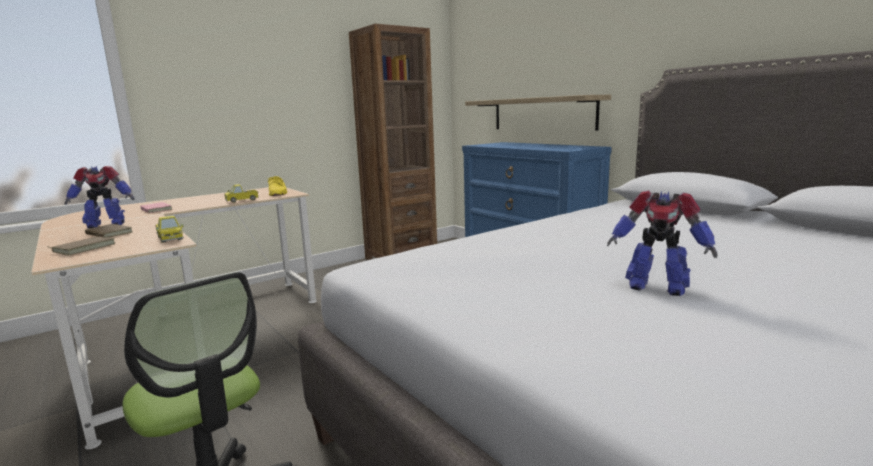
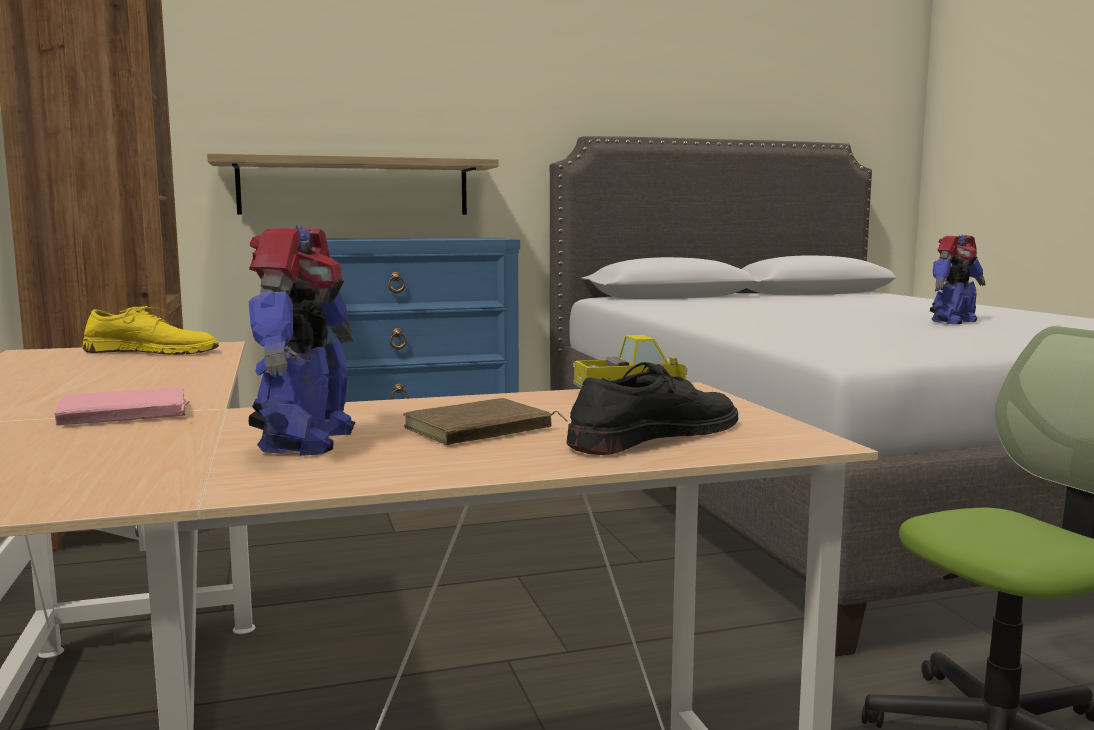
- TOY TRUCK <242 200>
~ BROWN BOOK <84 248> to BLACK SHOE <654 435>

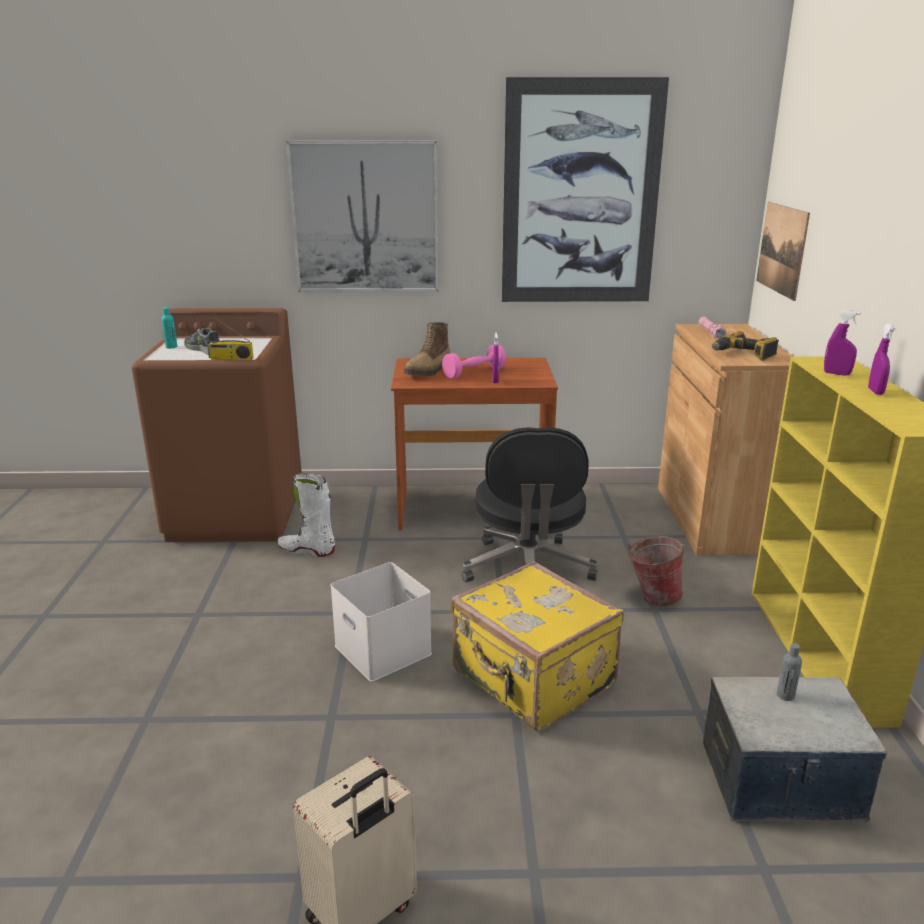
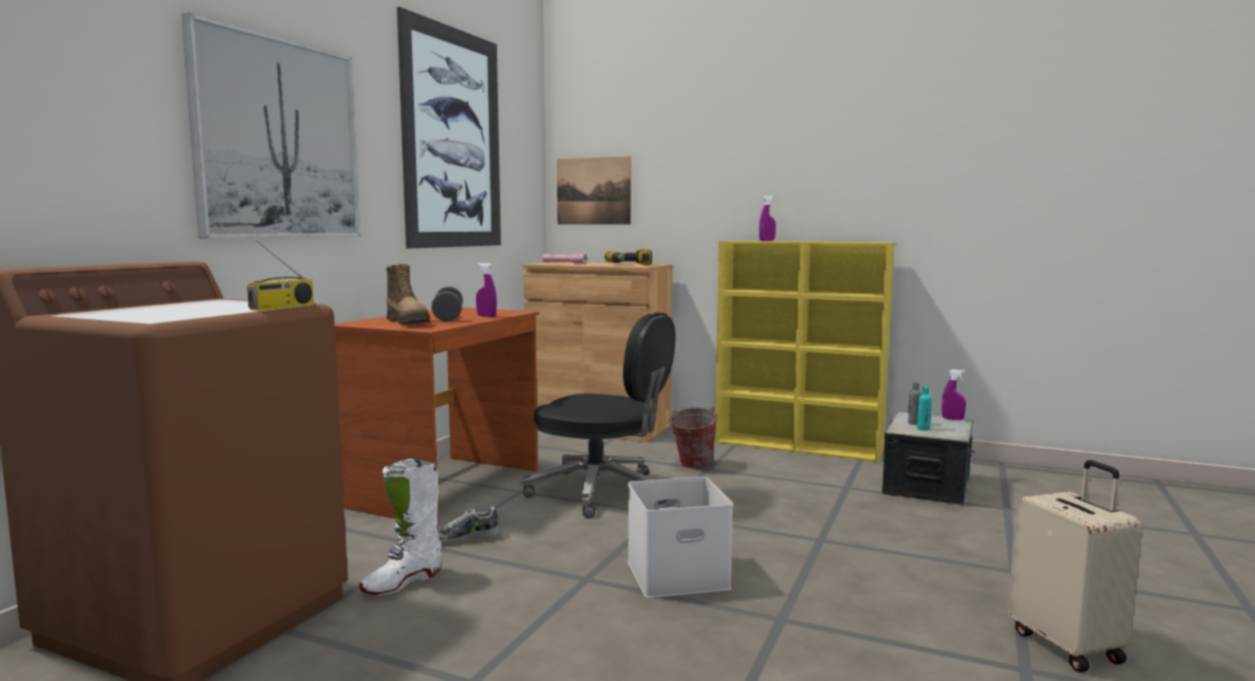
~ TURQUOISE BOTTLE <171 347> to <923 429>
~ PURPLE SPRAY BOTTLE <875 392> to <952 419>
~ SHOE <204 349> to <463 539>
~ PINK DUMBBELL <474 373> to GREY DUMBBELL <448 317>
- YELLOW SUITCASE <532 680>

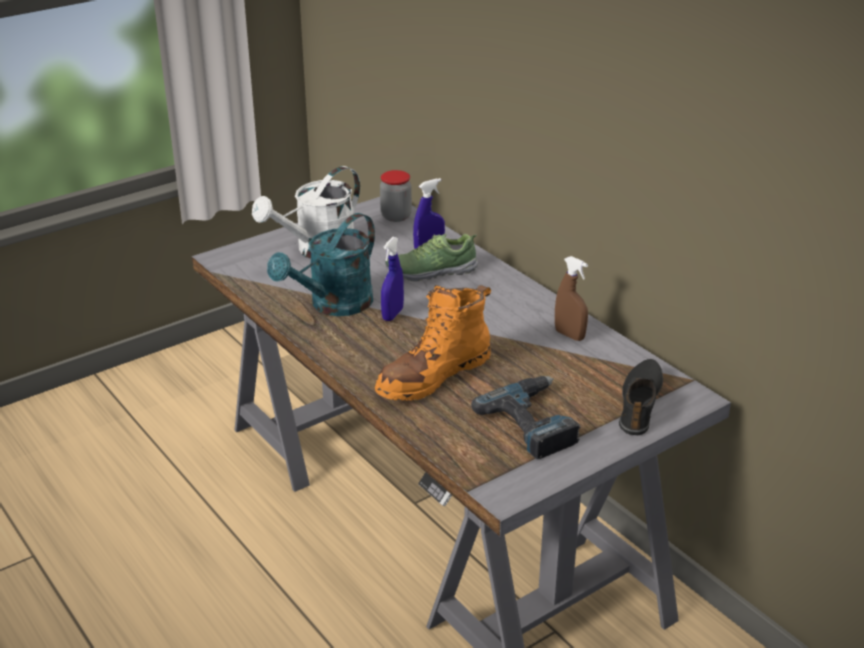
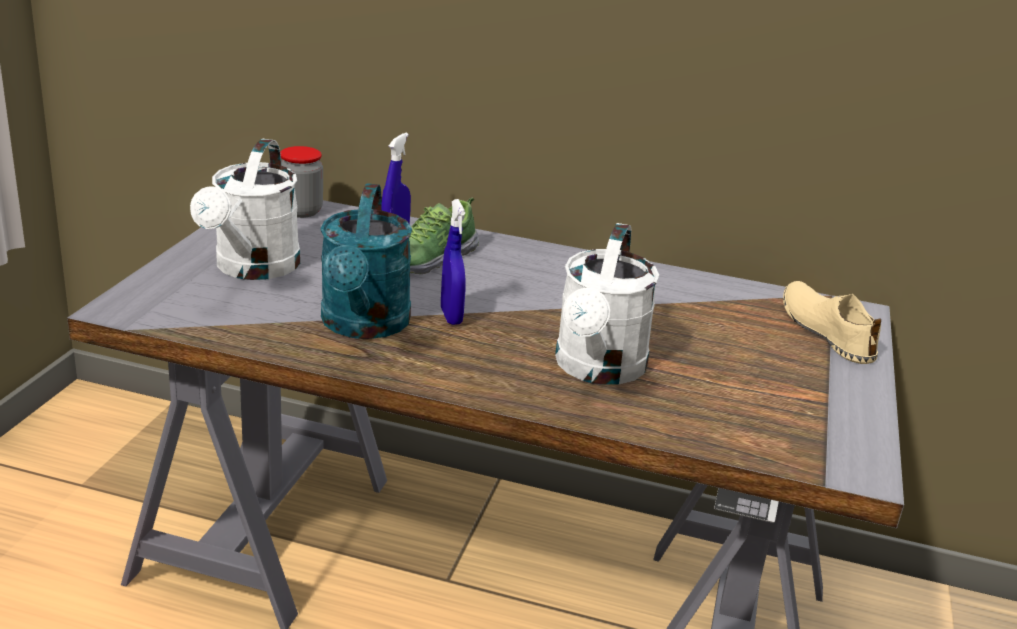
- BROWN SPRAY BOTTLE <569 335>
~ ORANGE BOOT <433 376> to WHITE WATERING CAN <597 370>
~ BLACK SHOE <641 403> to BEIGE SHOE <826 330>
- POWER DRILL <535 422>

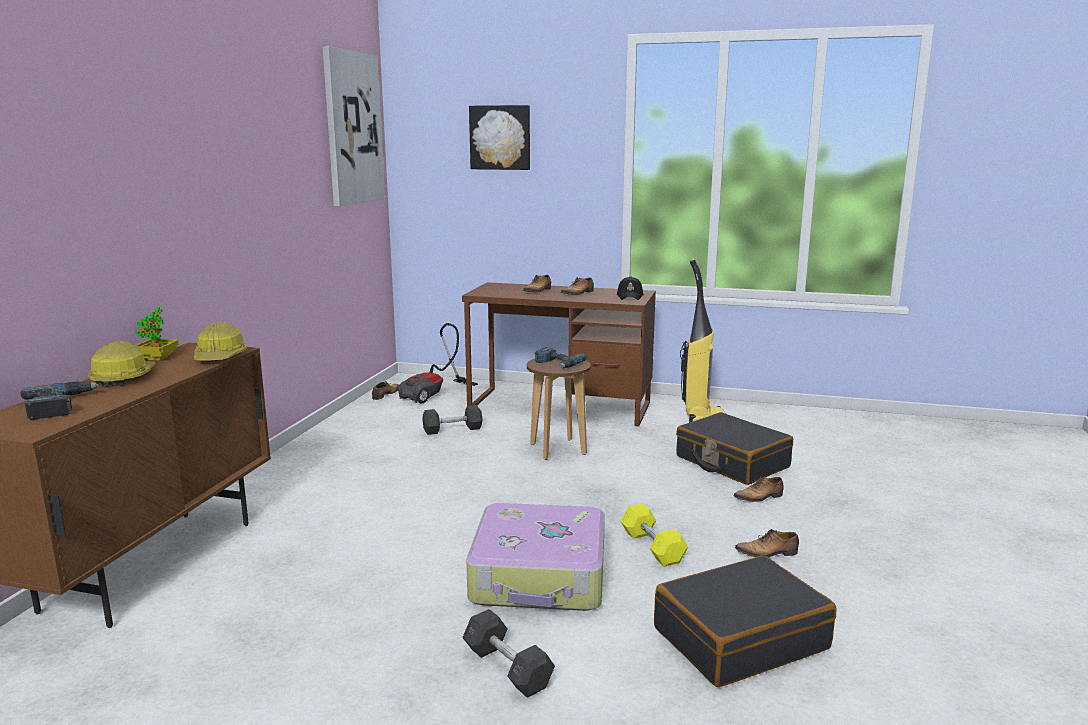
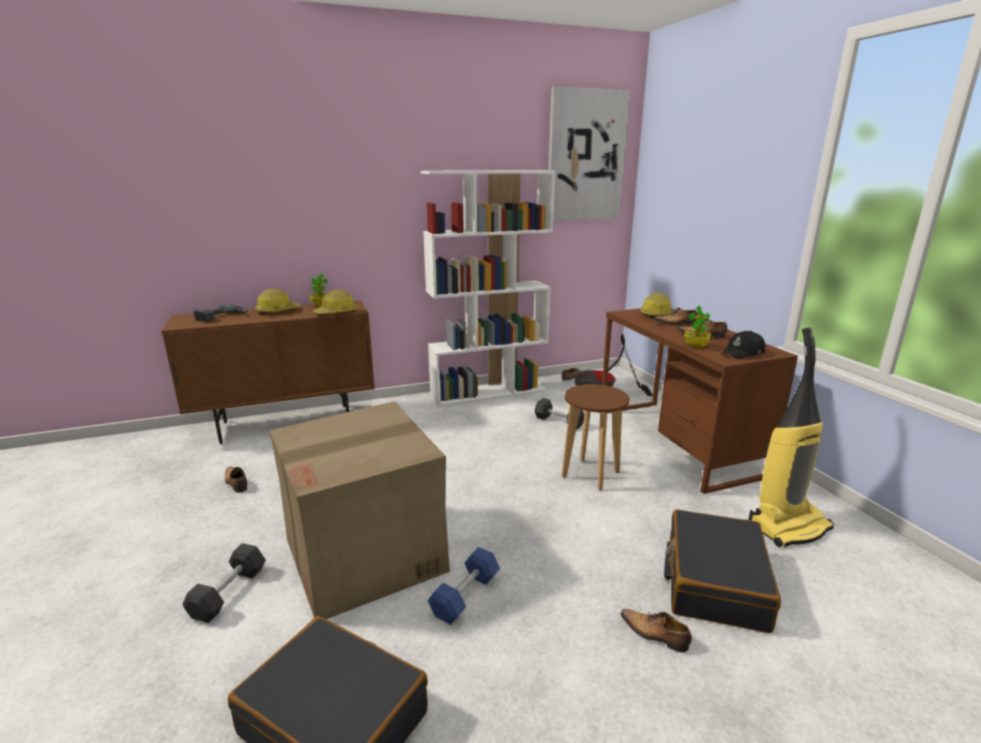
- PICTURE <500 137>
- POWER DRILL <557 364>
~ SUITCASE <540 576> to CARDBOARD BOX <366 554>
~ YELLOW DUMBBELL <652 547> to BLUE DUMBBELL <465 596>
~ SHOE <768 553> to <236 483>
+ WHITE BOOKCASE <489 392>
+ HARD HAT <656 314>
+ POTTED PLANT <696 345>

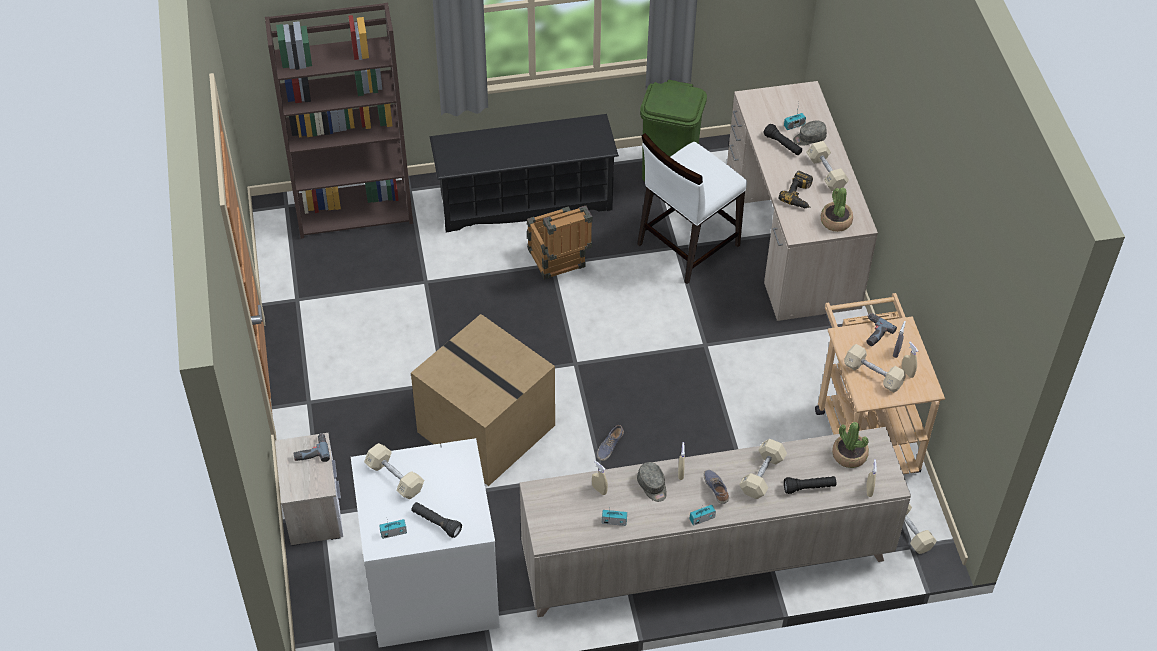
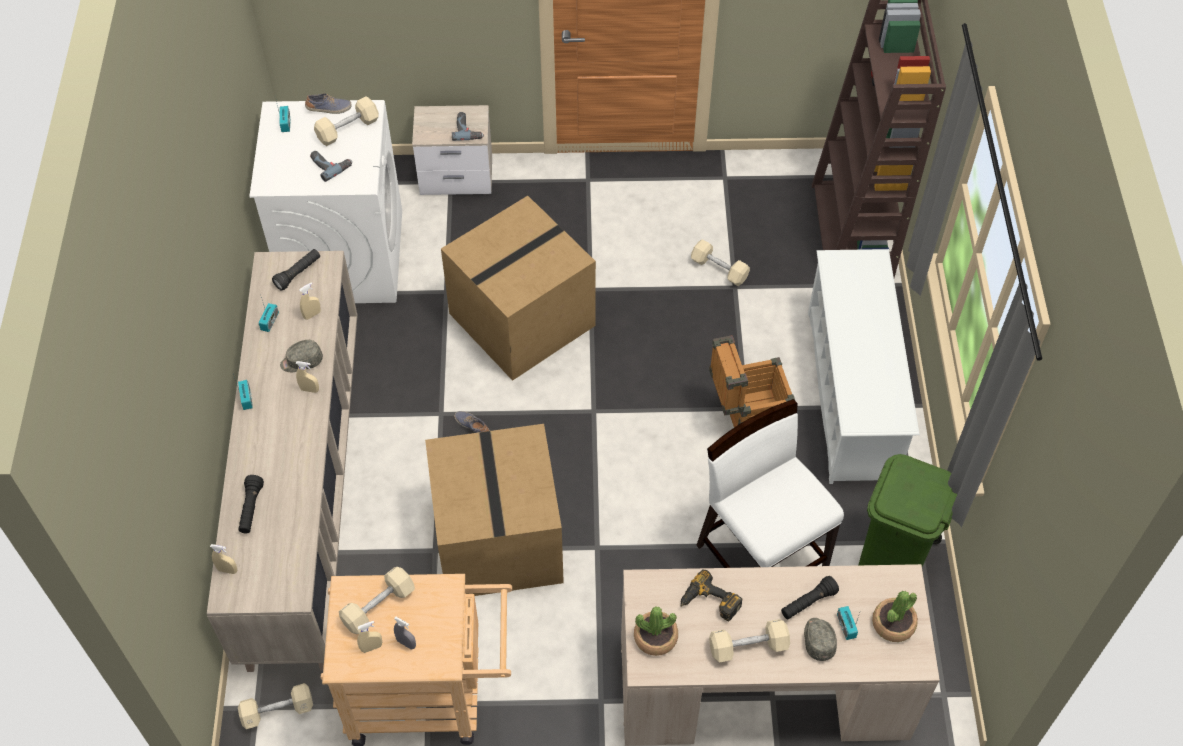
~ BLACK SHOE RACK <525 201> to WHITE SHOE RACK <851 394>
~ POWER DRILL <873 332> to <330 164>
~ POTTED PLANT <849 455> to <893 624>
~ BEIGE DUMBBELL <762 475> to <719 269>
~ SHOE <716 489> to <329 109>
~ BLACK FLASHLIGHT <436 523> to <298 273>
+ CARDBOARD BOX <496 538>

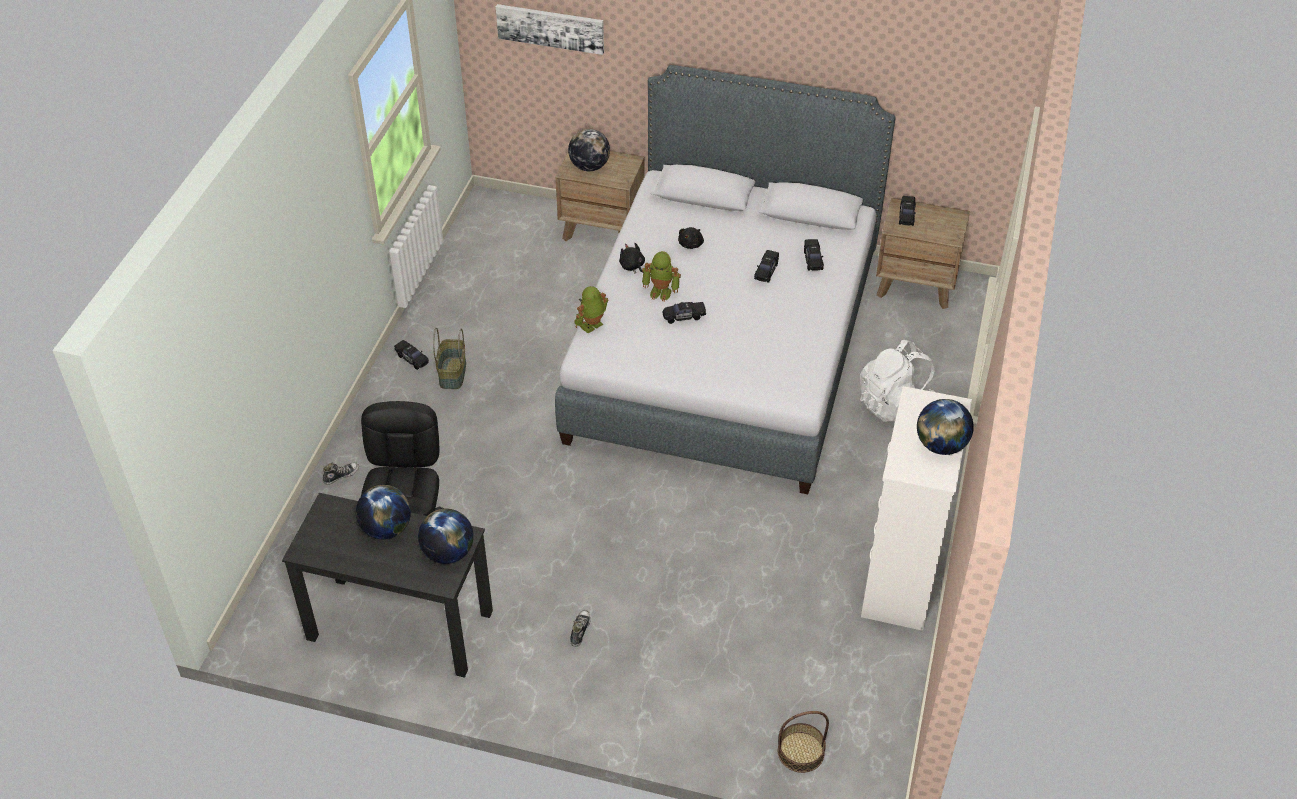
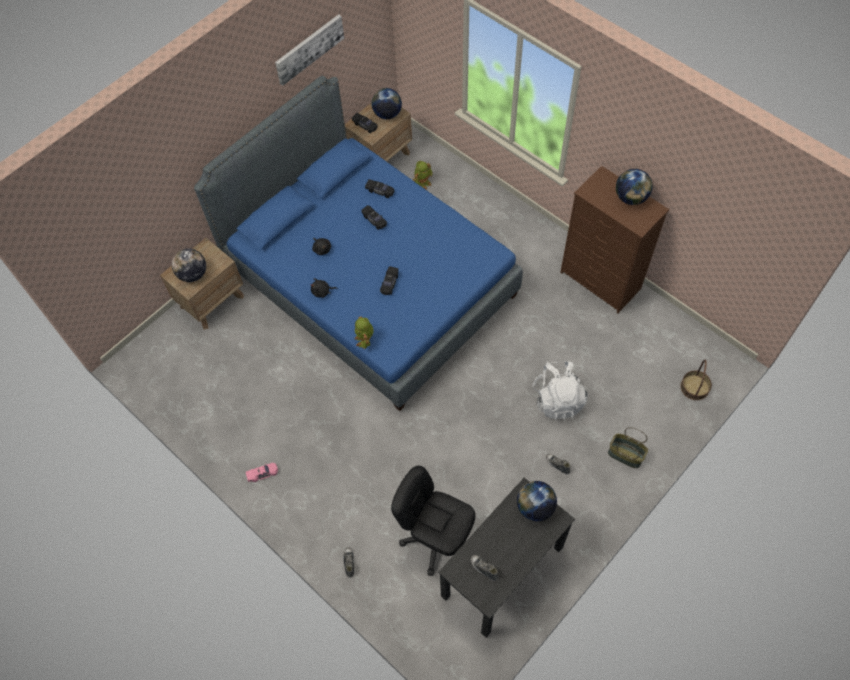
~ PICTURE <550 28> to <309 48>
~ GREY BED <724 347> to BLUE BED <370 282>
~ TOY ROBOT <661 292> to <422 183>
~ BASKET <452 373> to <625 455>
~ BLACK TOY CAR <412 359> to PINK TOY CAR <262 473>
~ WHITE BACKPACK <894 403> to <558 399>
~ WHITE DRESSER <899 579> to BROWN DRESSER <600 281>
~ GLOBE <386 529> to <387 114>
+ SHOE <484 569>

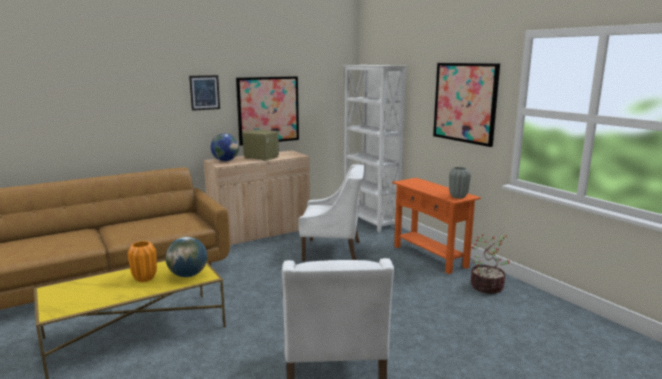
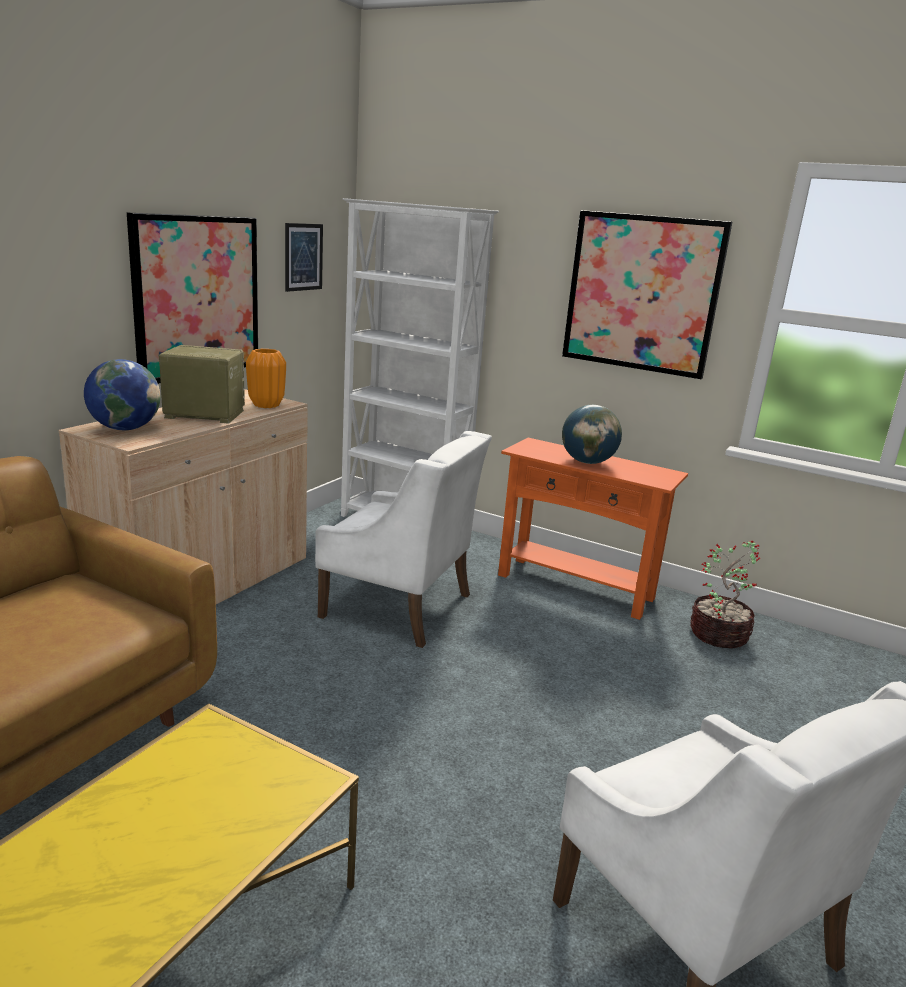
~ PICTURE <204 92> to <303 257>
~ WHITE ARMCHAIR <333 251> = <398 606> 45 degrees clockwise
- GREY VASE <458 196>
~ GLOBE <188 275> to <587 462>
~ ORANGE VASE <145 278> to <266 405>

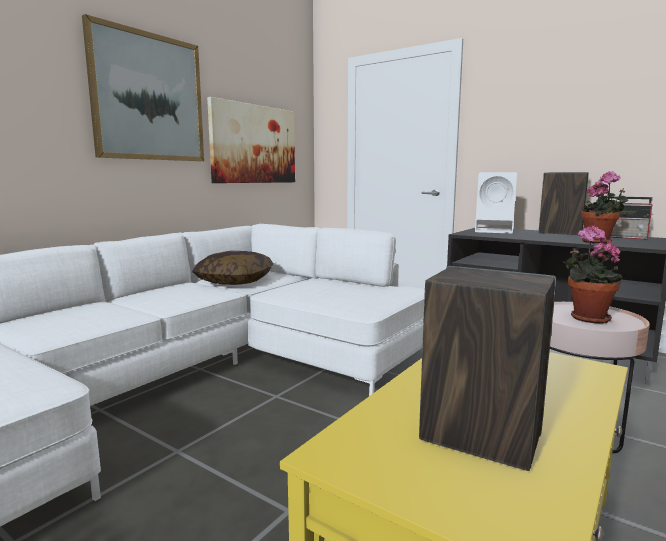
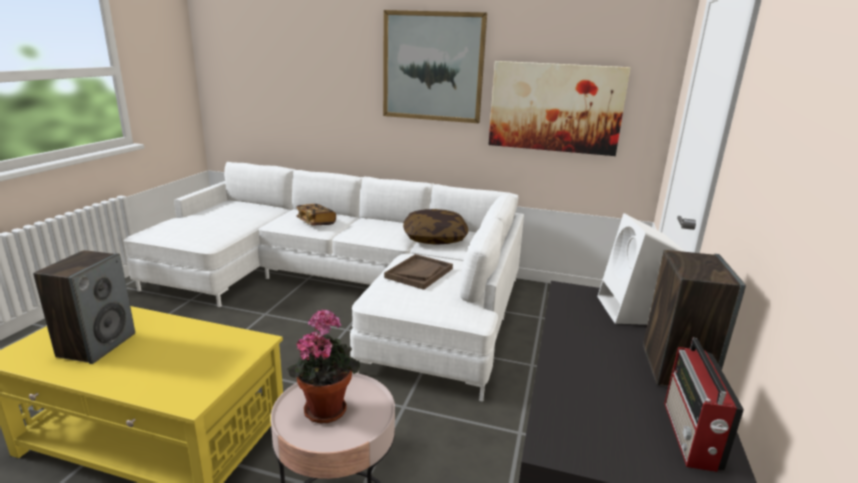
- POTTED PLANT <599 242>
+ BOOK <316 222>
+ BROWN TRAY <419 273>

